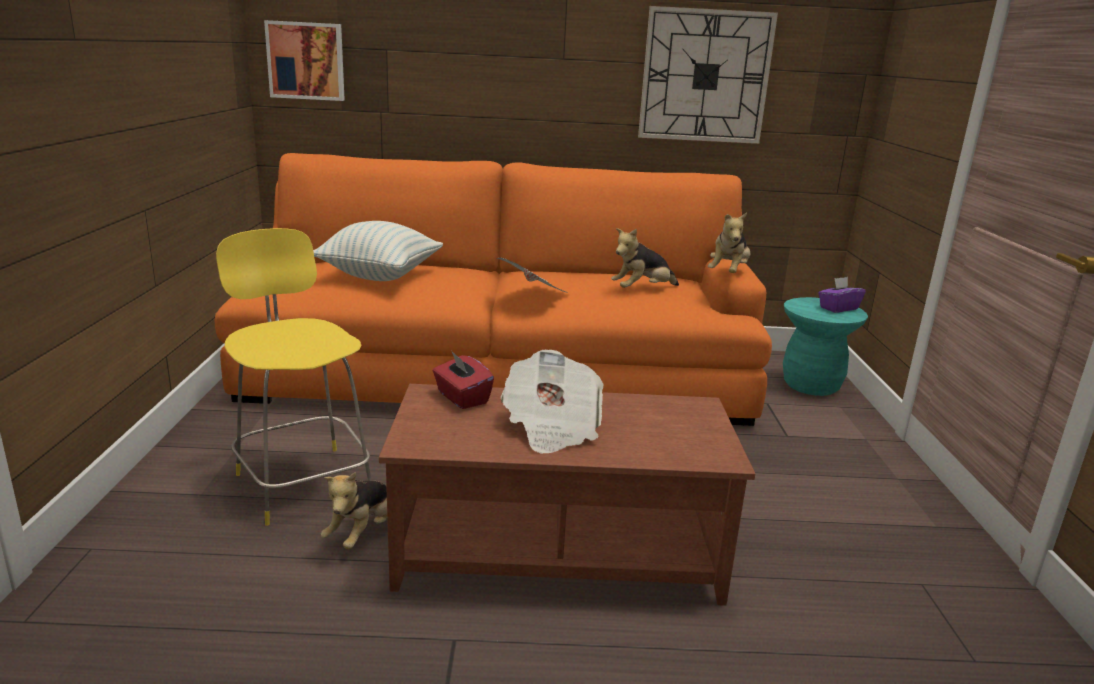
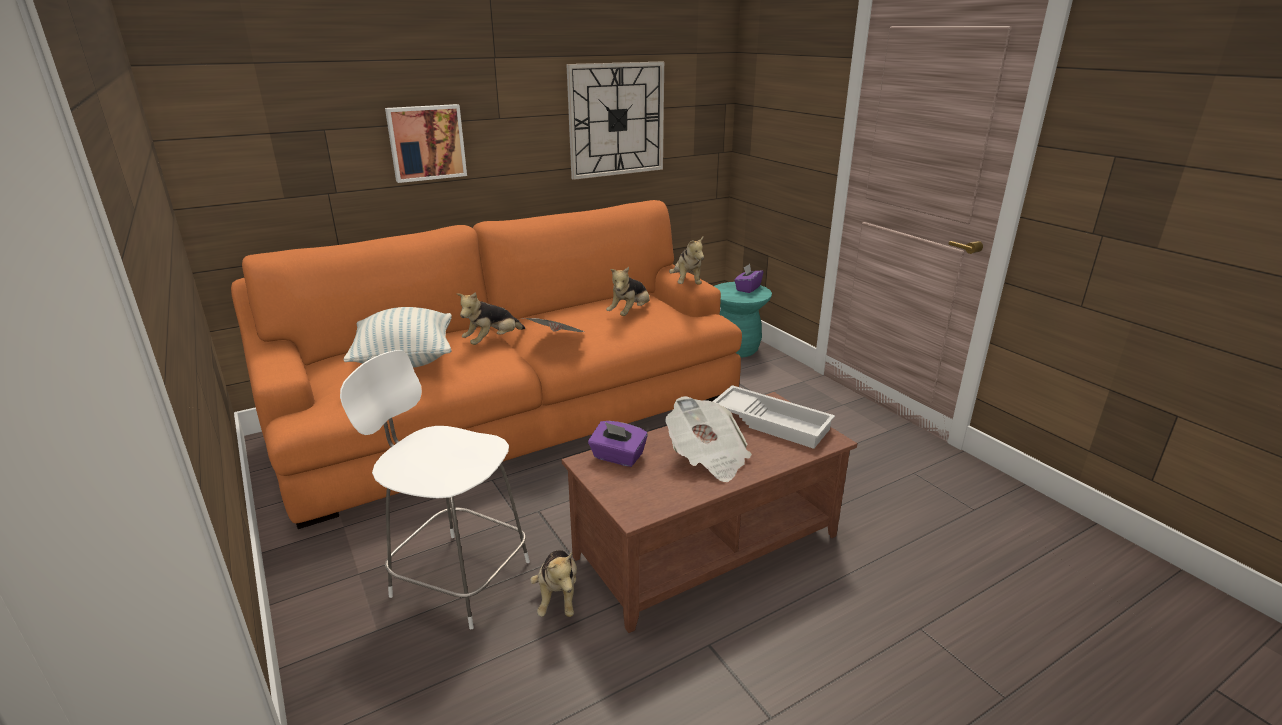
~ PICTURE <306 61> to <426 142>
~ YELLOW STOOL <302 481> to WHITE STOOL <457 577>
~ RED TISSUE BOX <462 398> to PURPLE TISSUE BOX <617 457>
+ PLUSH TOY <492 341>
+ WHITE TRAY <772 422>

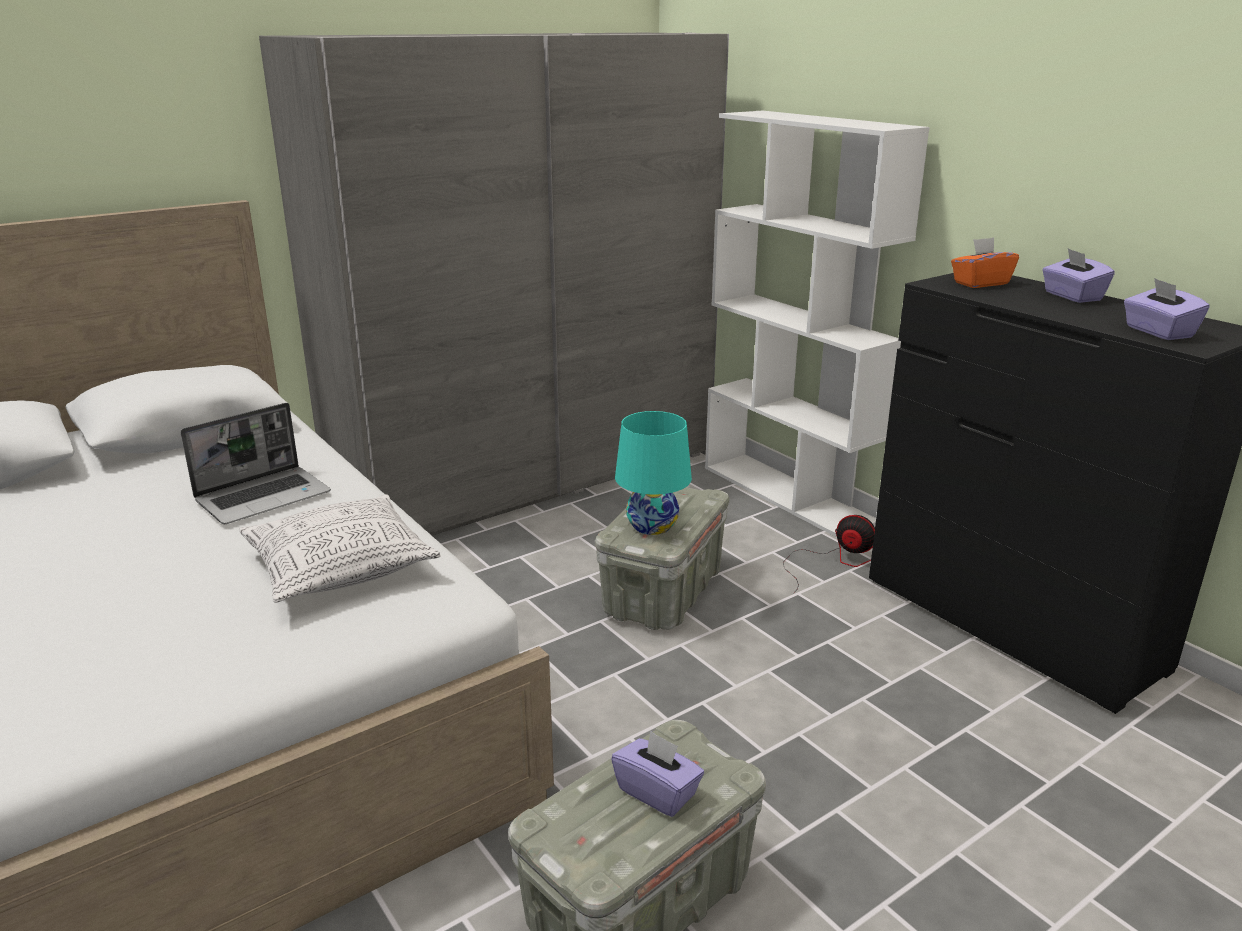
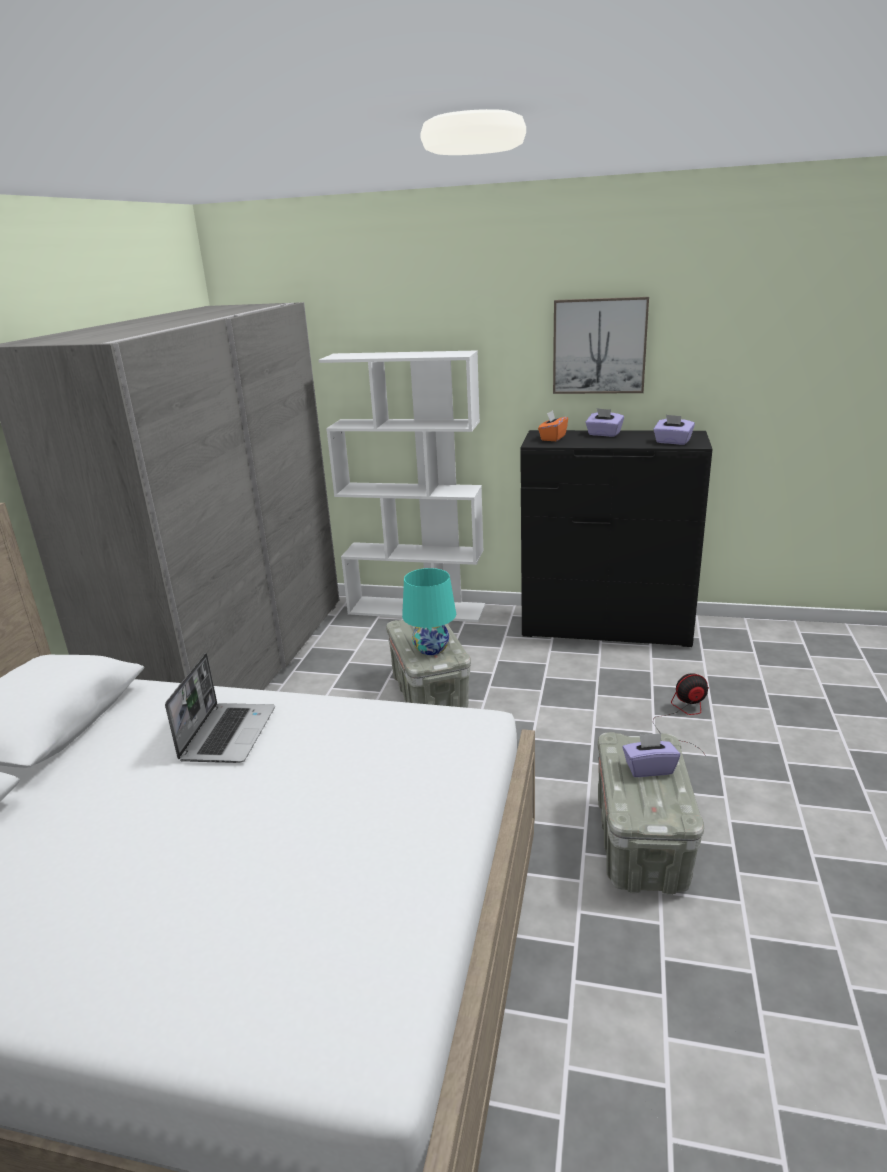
- PILLOW <341 568>
~ FAN <833 561> to <684 716>
+ PICTURE <599 346>

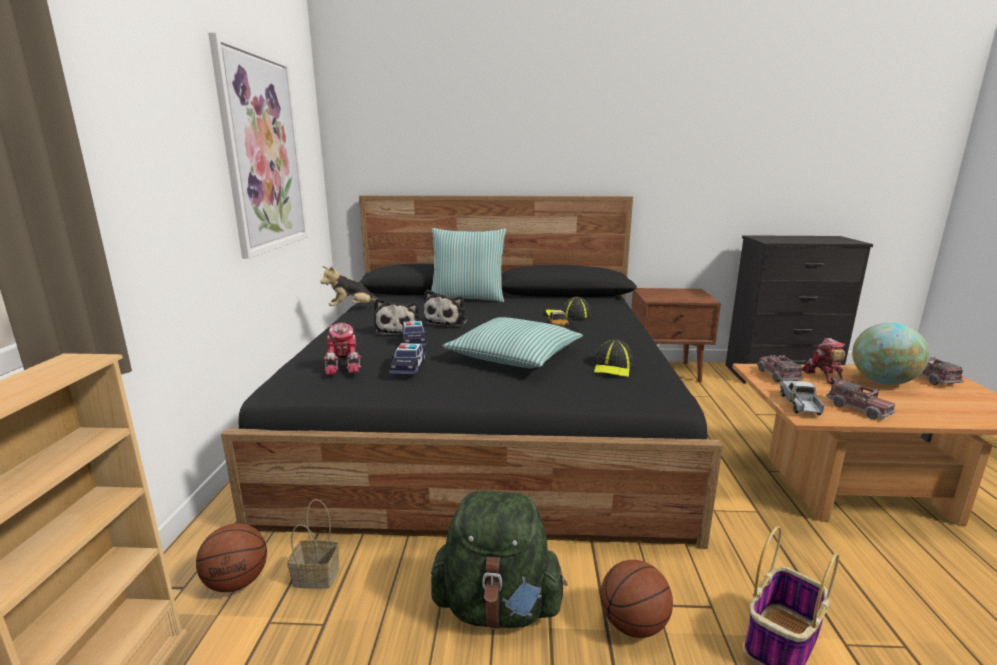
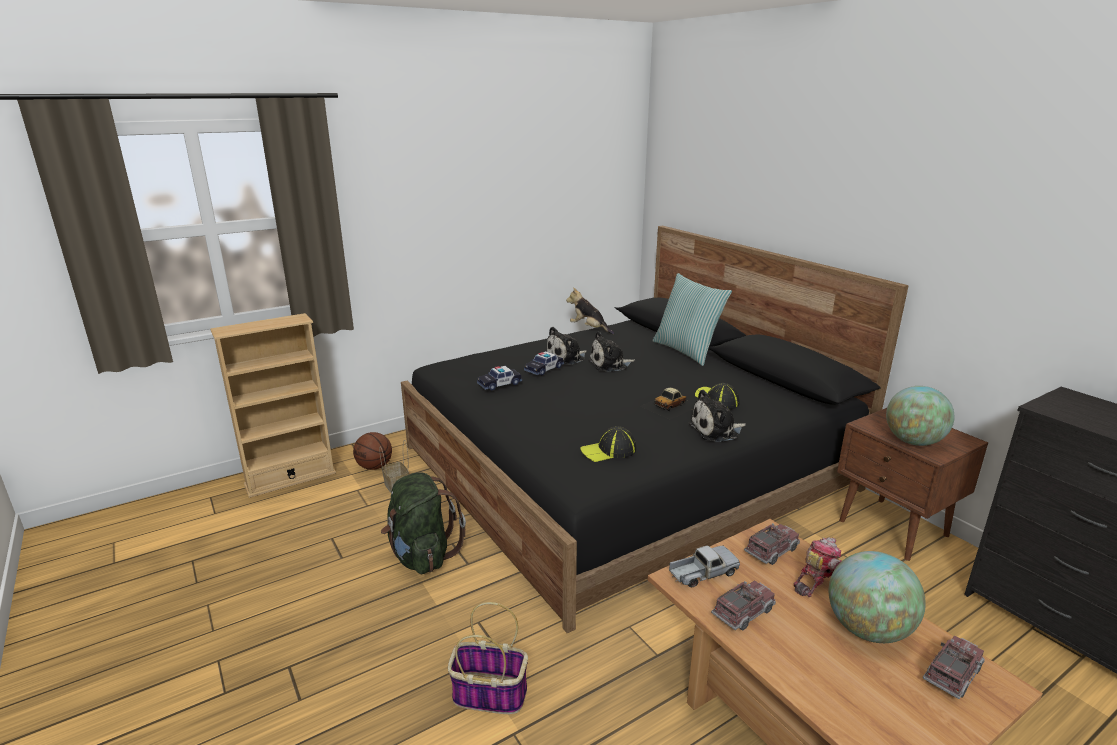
- PICTURE <263 153>
- PILLOW <514 356>
- TOY ROBOT <345 365>
~ TOY TRUCK <858 408> = <743 612> 150 degrees counterclockwise
- BASKETBALL <633 625>
+ GLOBE <913 441>
+ PLUSH TOY <716 430>

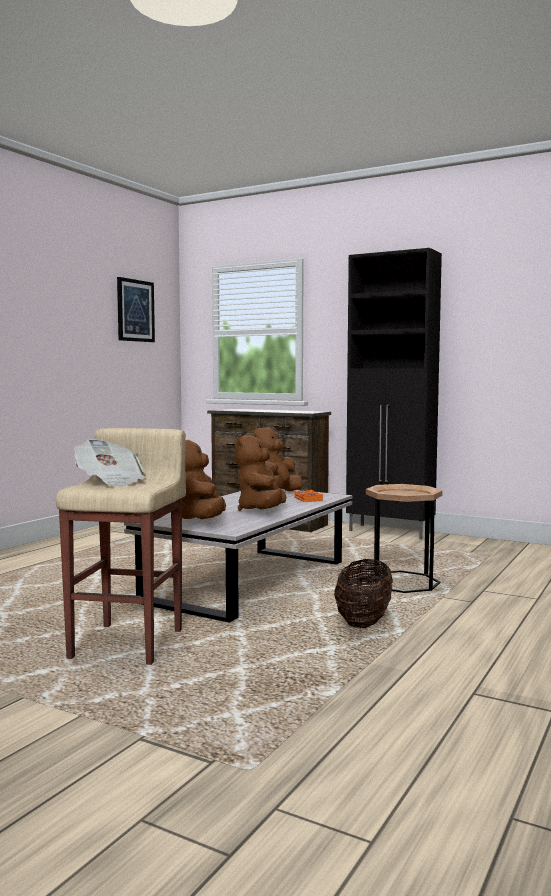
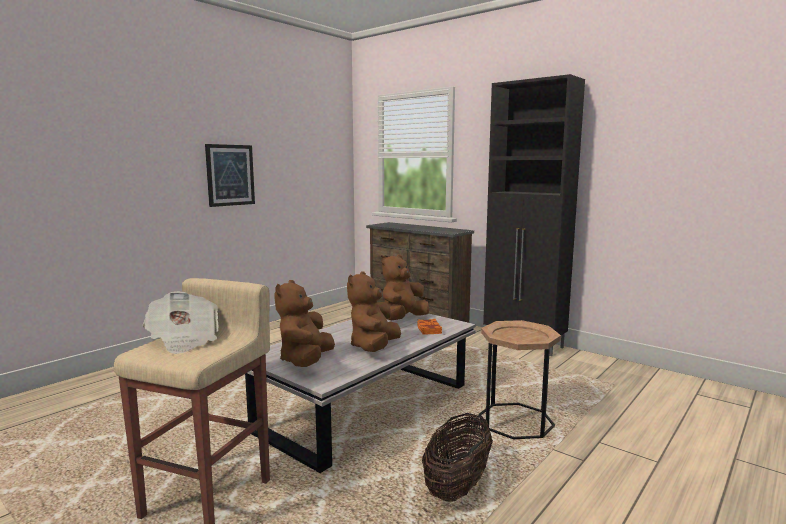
~ PICTURE <135 310> to <230 175>

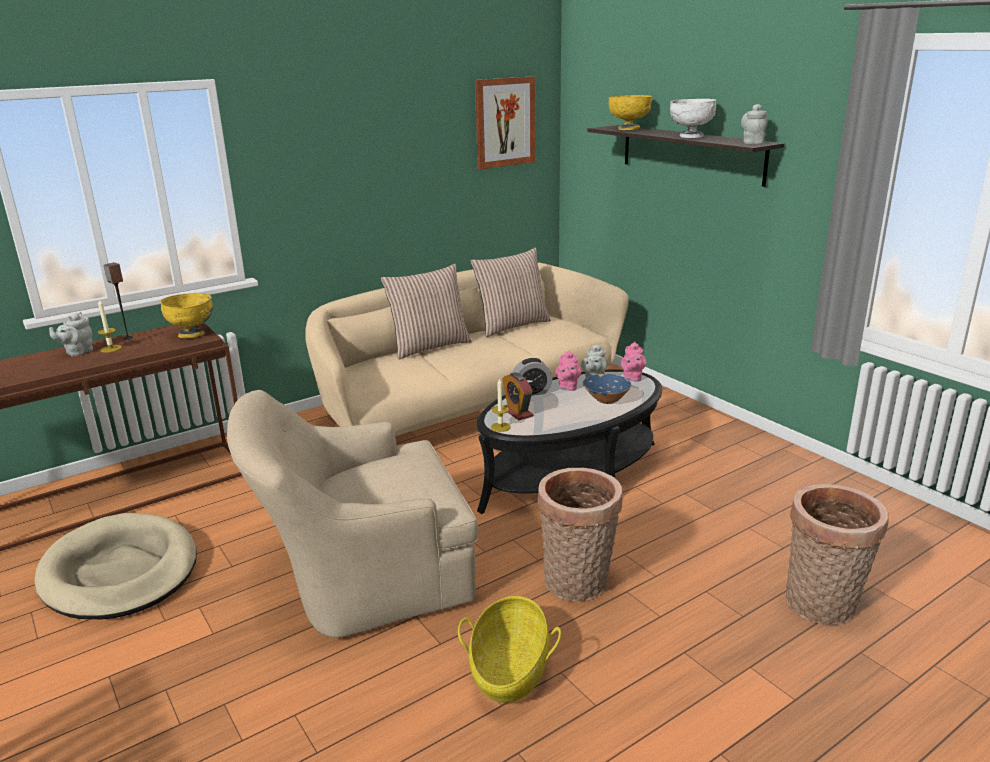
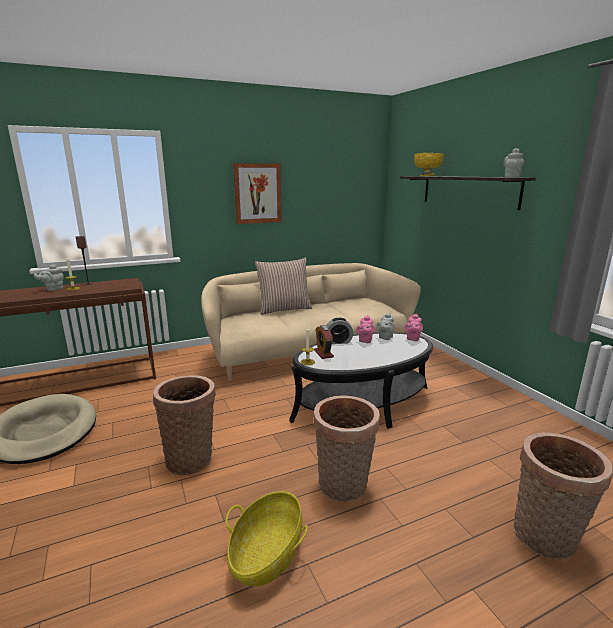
~ PICTURE <504 122> to <257 193>
- WHITE BOWL <690 136>
- PILLOW <512 325>
- YELLOW BOWL <192 334>
- BLUE BOWL <606 400>
~ BEIGE ARMCHAIR <361 577> to BASKET <191 458>

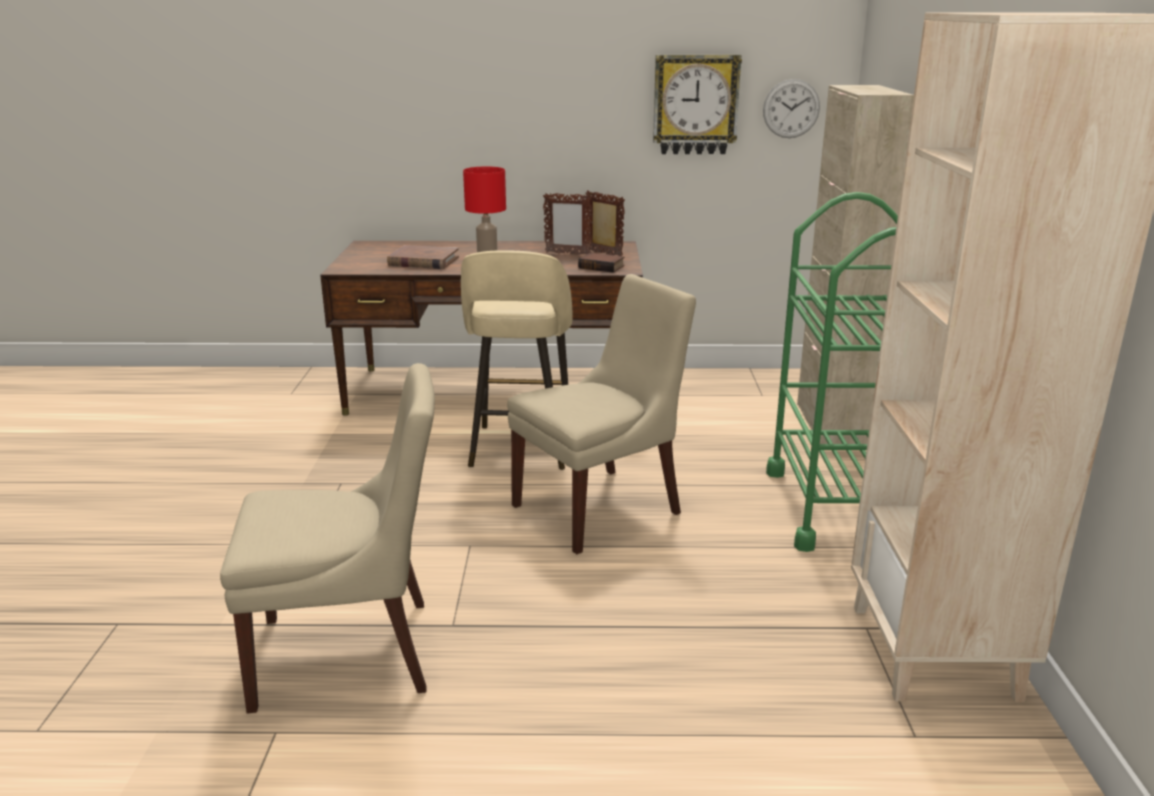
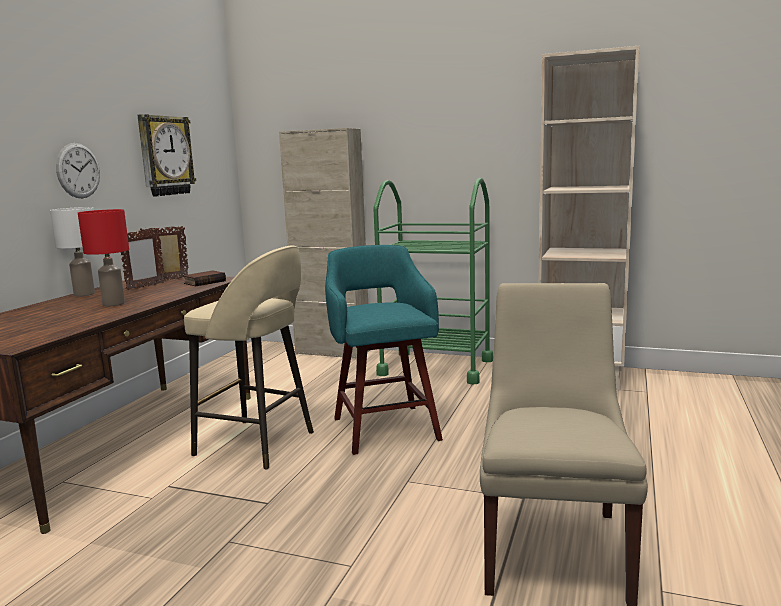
~ WALL CLOCK <791 108> to <78 170>
- BROWN BOOK <423 261>
~ BEIGE CHAIR <601 508> to TURQUOISE STOOL <385 427>
+ WHITE TABLE LAMP <84 294>

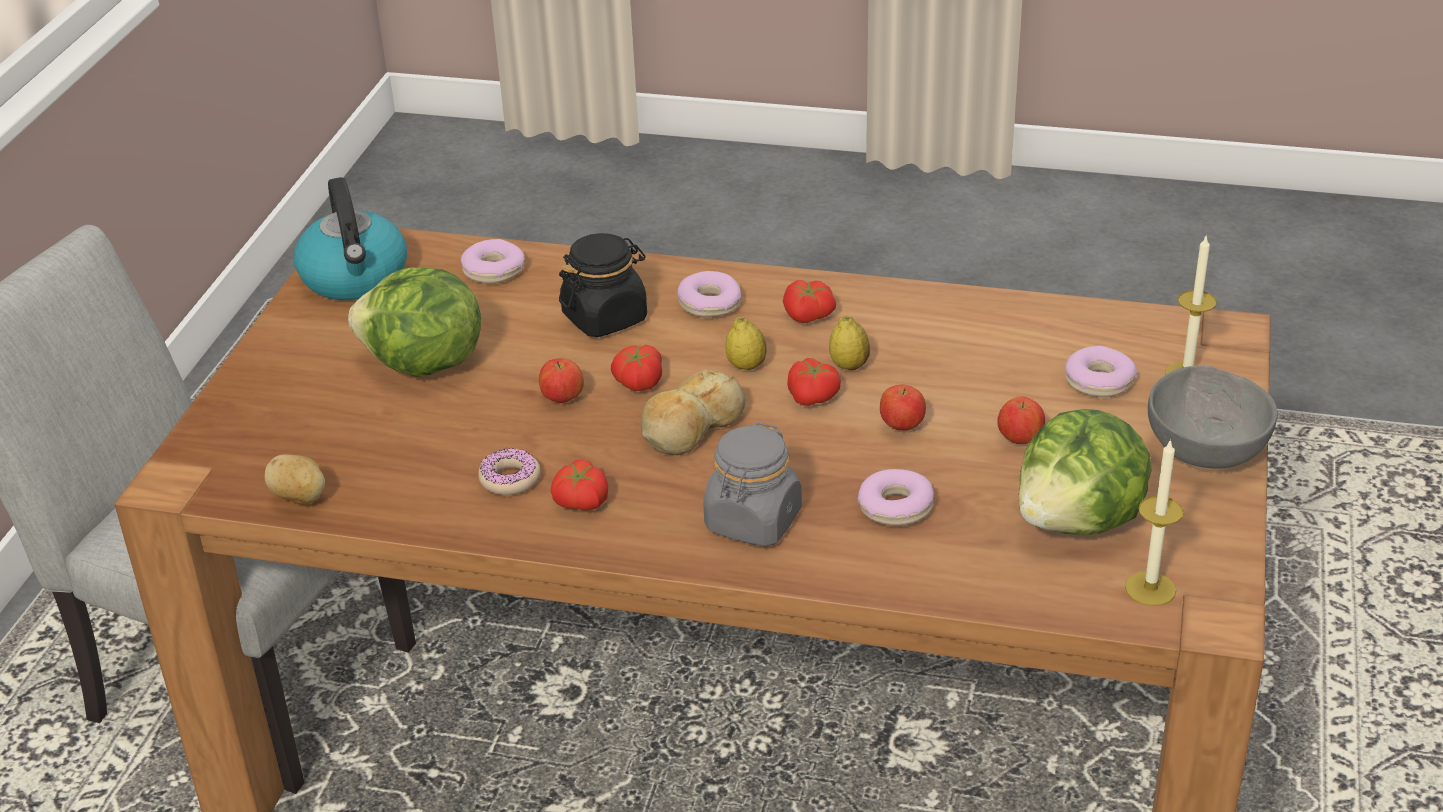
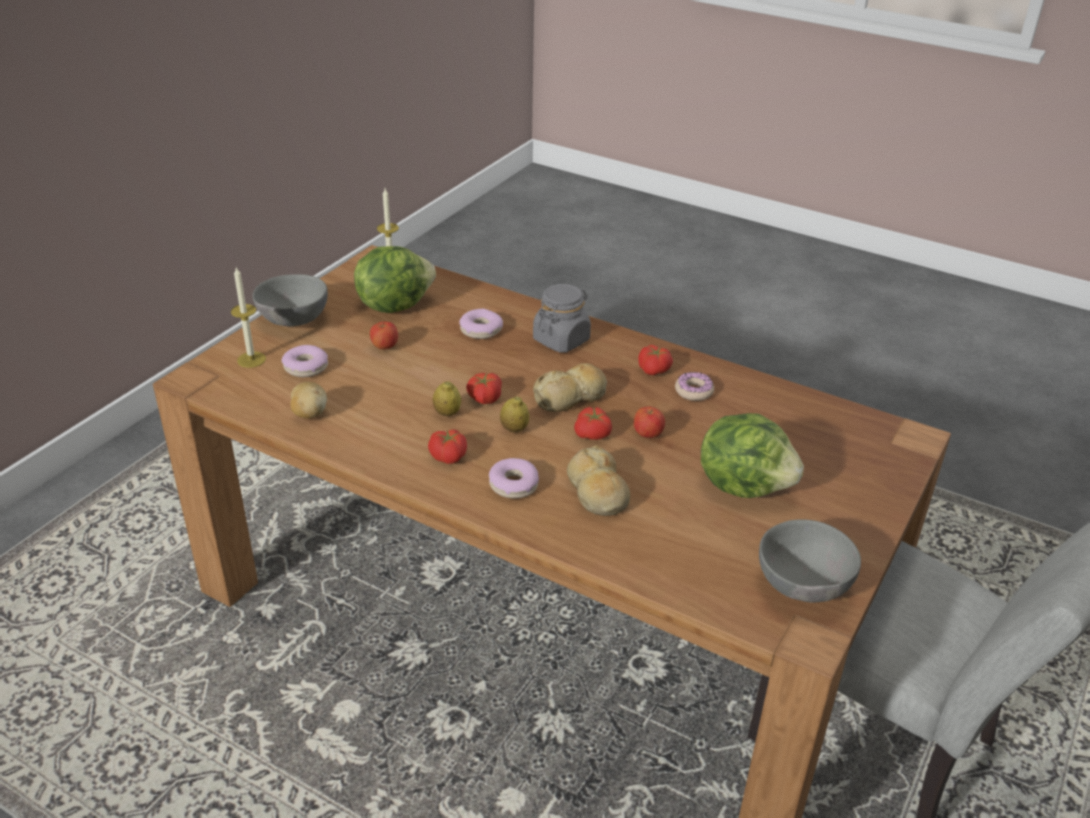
~ KETTLE <355 278> to GREY BOWL <802 587>
~ BLACK JAR <605 317> to BREAD <597 492>
- DONUT <494 271>
- APPLE <902 426>
~ POTATO <300 498> to <309 413>

